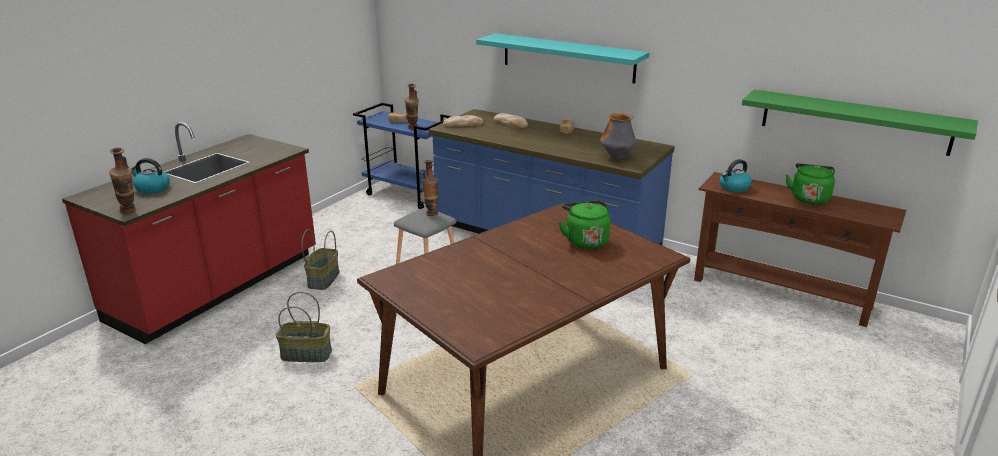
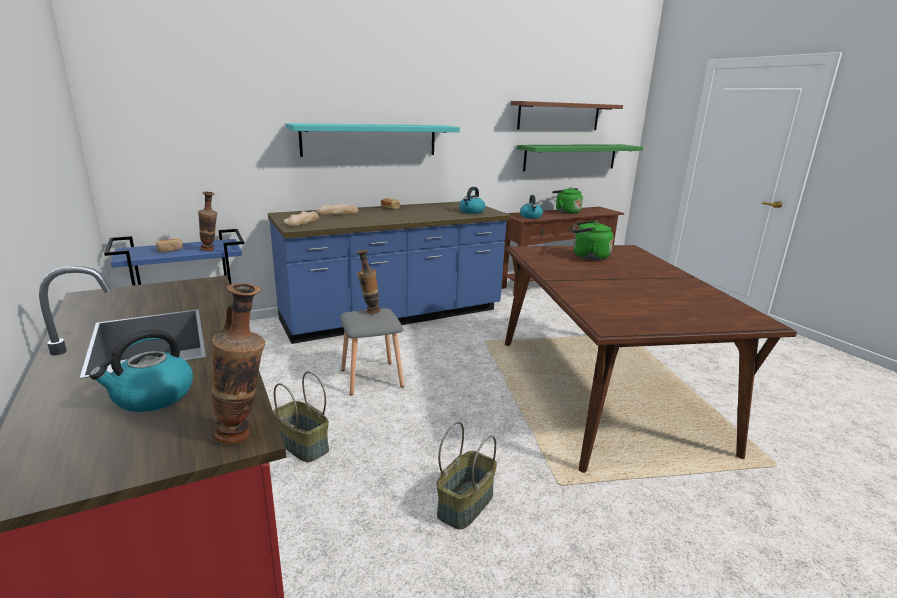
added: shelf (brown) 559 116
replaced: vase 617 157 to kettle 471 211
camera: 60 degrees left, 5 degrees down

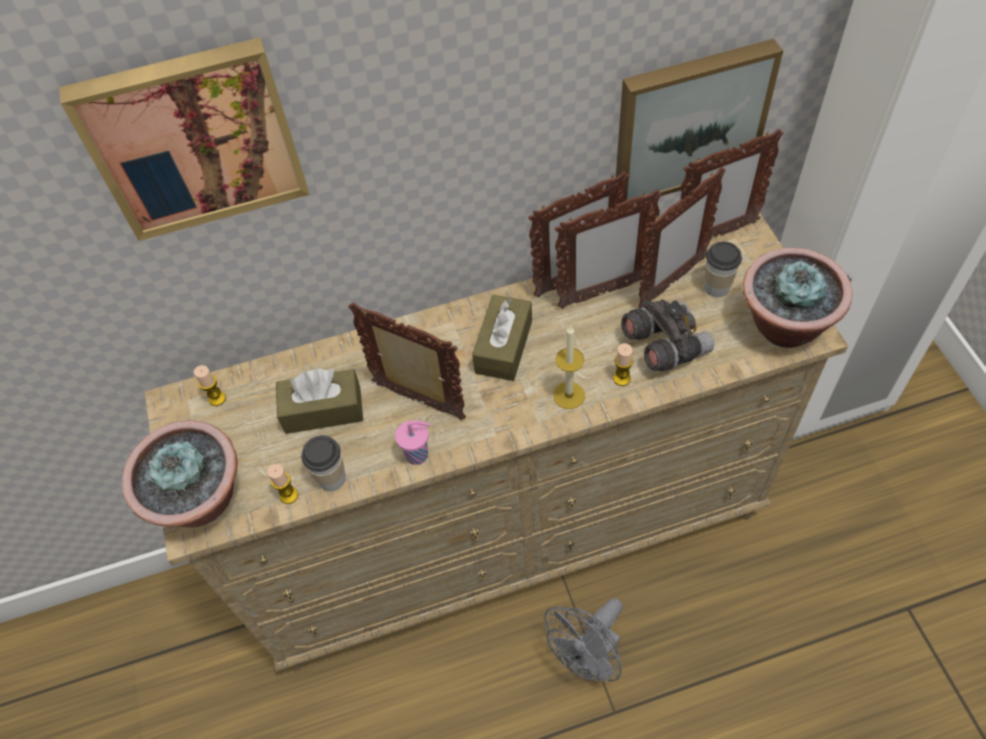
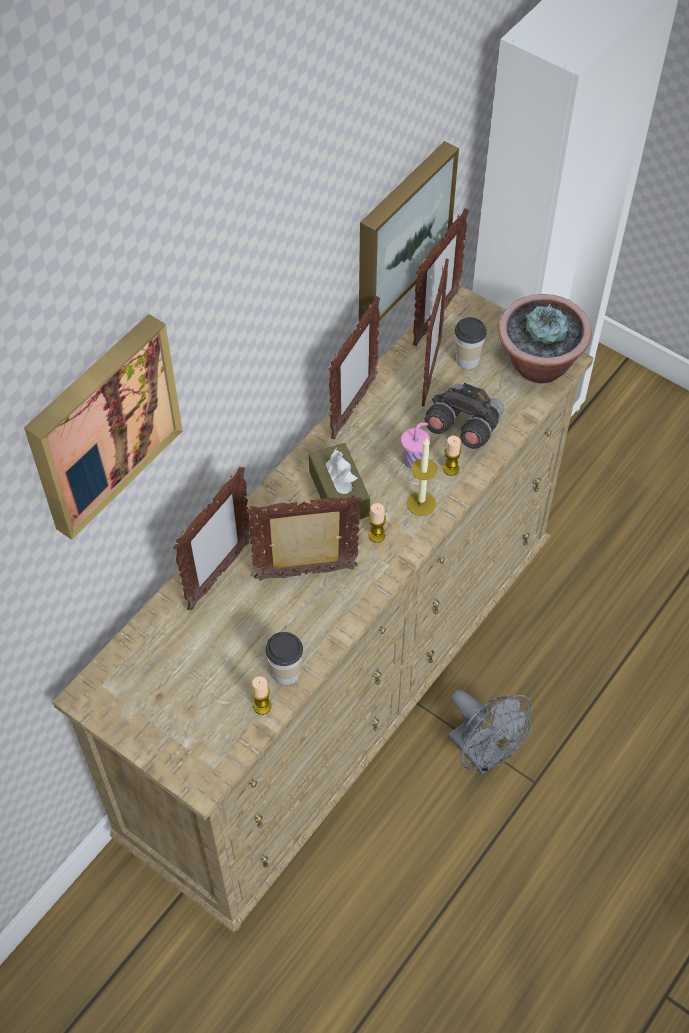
removed: potted plant 201 501; tissue box (brown) 323 410
moved: candle 217 398 to 376 535; cup (pink) 418 455 to 414 461; picture frame 602 293 to 219 575
turned: fan (grey) 587 657 = 483 753 45 degrees counterclockwise
camera: 40 degrees left, 0 degrees up

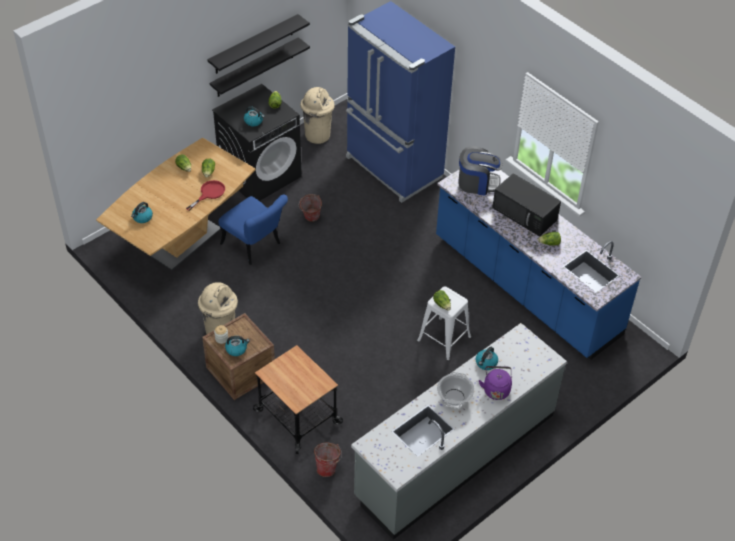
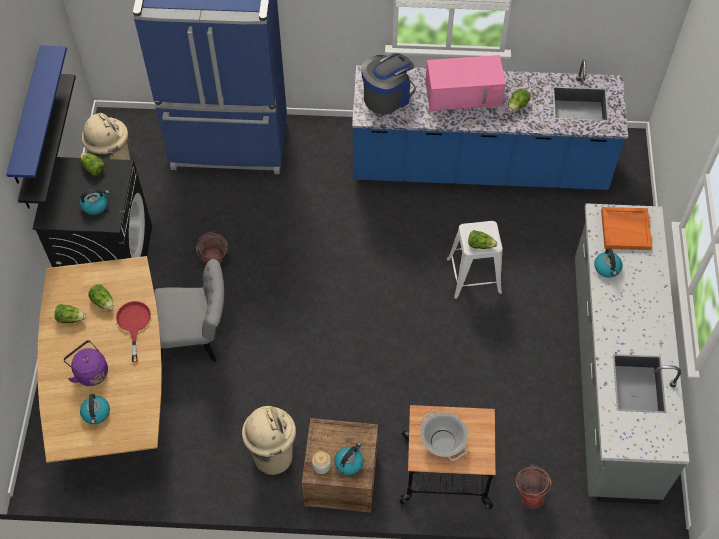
added: tray (orange) 626 229
moved: cooking pot 454 397 to 442 441; kettle (purple) 496 389 to 90 372
recoloured: shelf (black) 254 44 to shelf (blue) 27 117; chair (blue) 255 246 to chair (grey) 196 337; microwave (black) 525 214 to microwave (pink) 464 93
camera: 45 degrees left, 10 degrees up

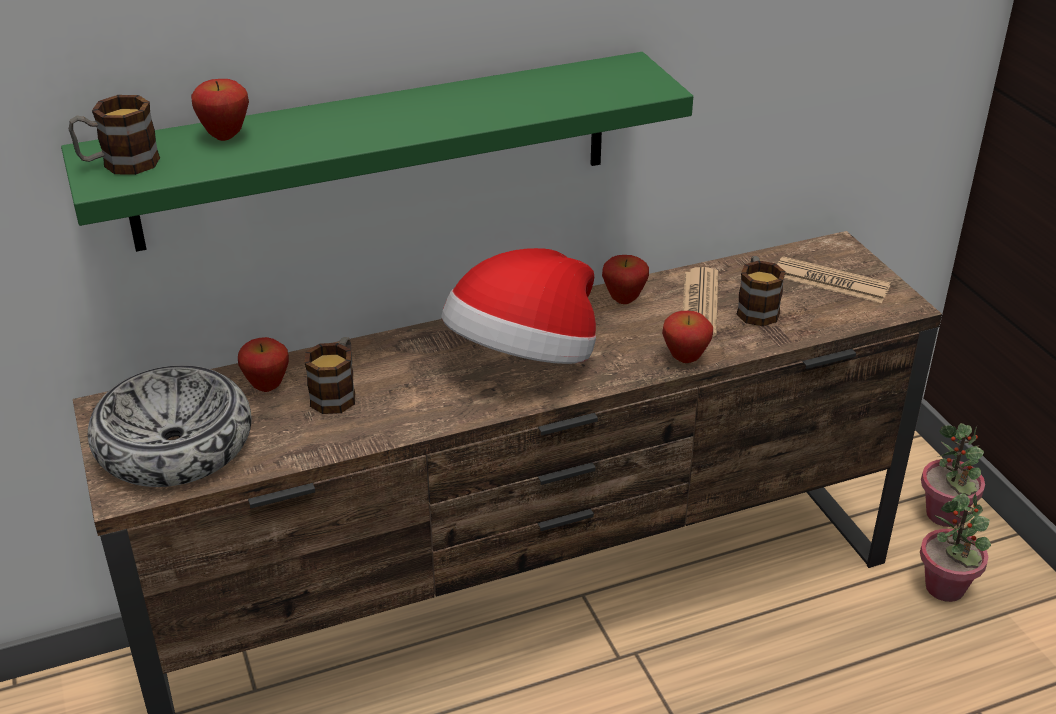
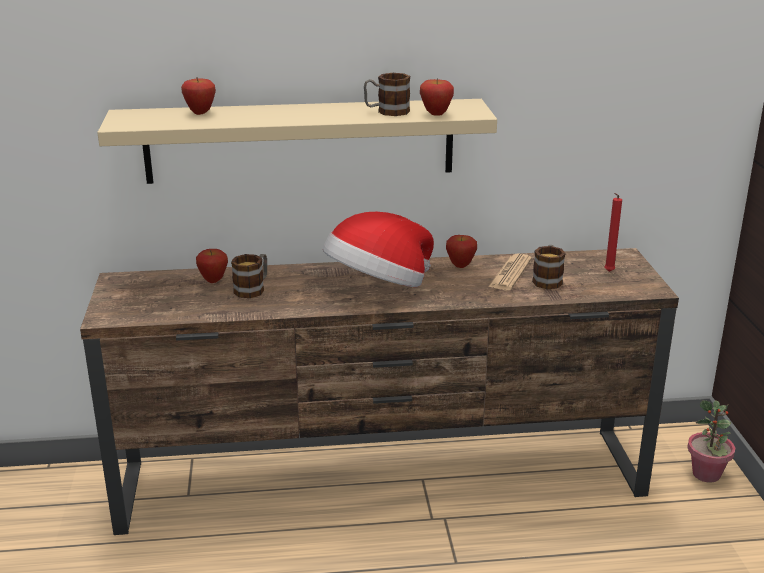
removed: bowl 174 445; potted plant 945 588
moved: mug 119 164 to 387 111; apple 685 359 to 436 114
replaced: newspaper 830 281 to candle (red) 608 272
recoloured: shelf (green) 375 150 to shelf (beige) 300 141
camera: 15 degrees right, 10 degrees down

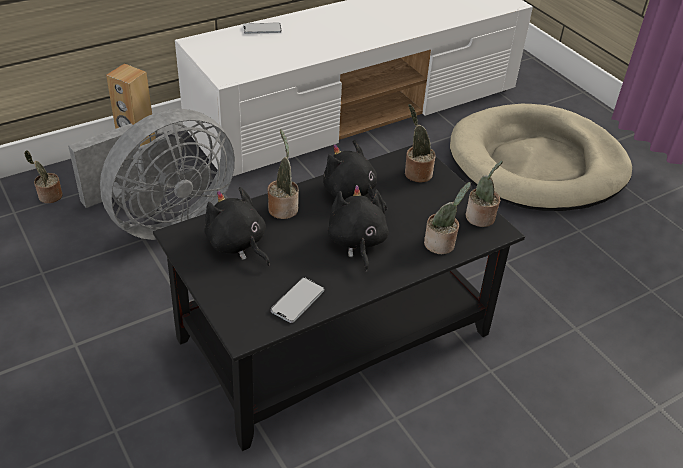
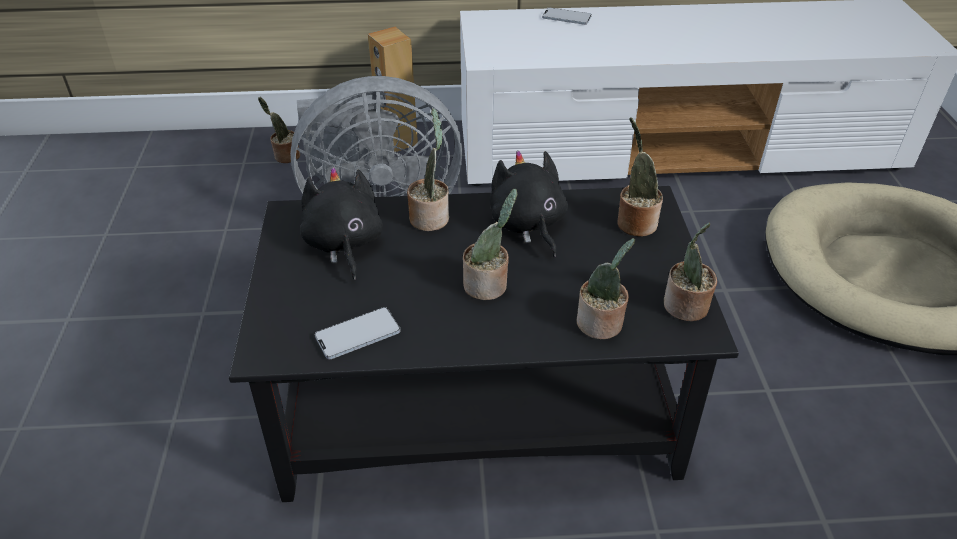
replaced: plush toy (black) 356 242 to potted plant 488 286
camera: 30 degrees right, 0 degrees up

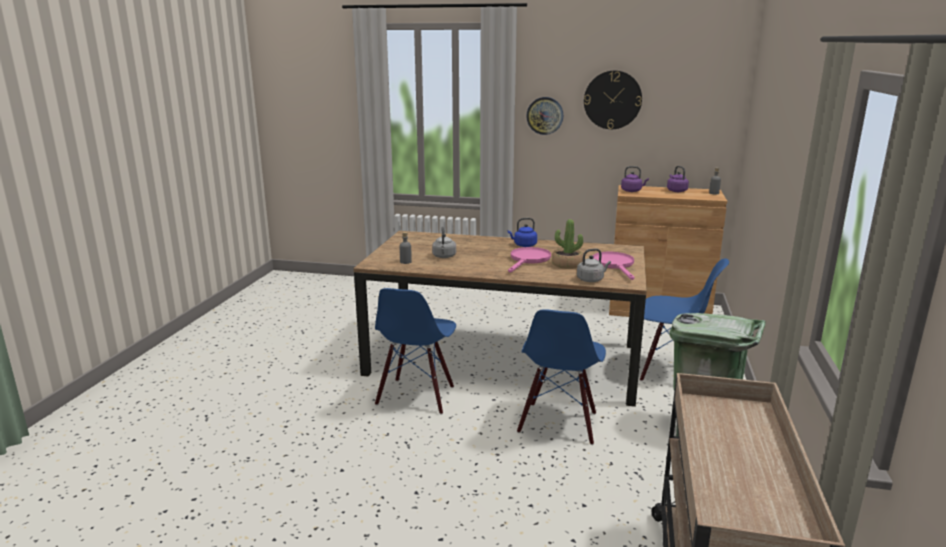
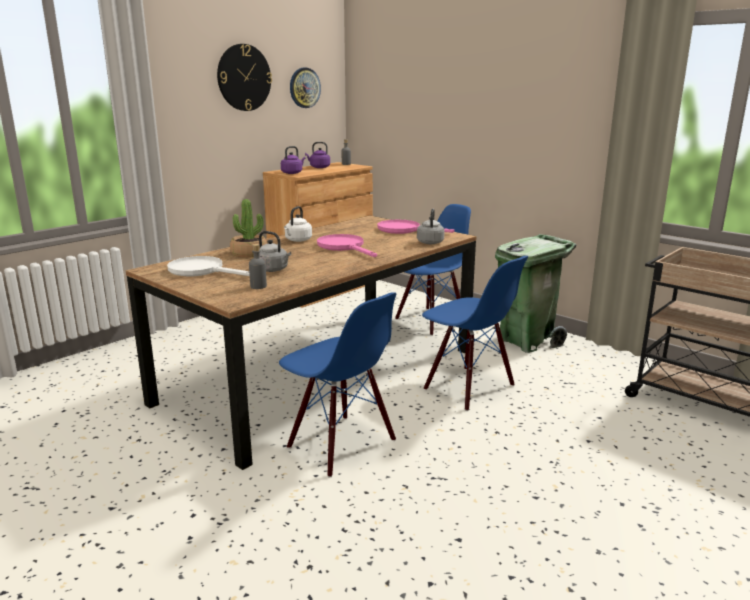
added: frying pan (white) 202 271
moved: wall clock 545 115 to 304 88; potted plant 566 264 to 249 253
recoloured: kettle (blue) 524 245 to kettle (white) 297 240
camera: 60 degrees left, 0 degrees up

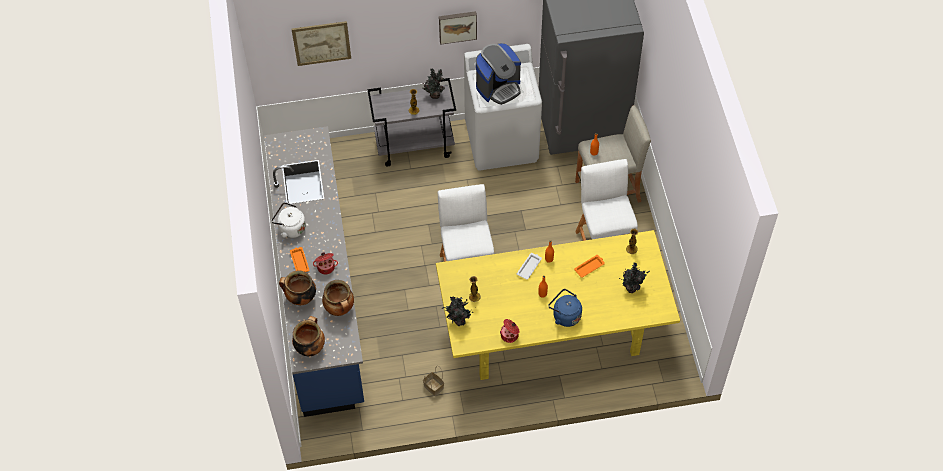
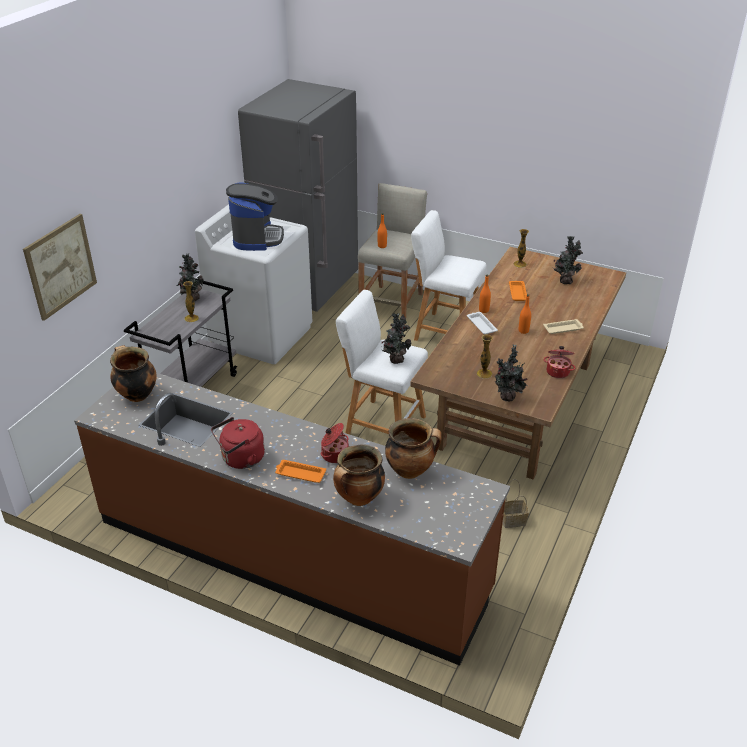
removed: picture 457 26
added: potted plant 395 359
moved: cooking pot 310 347 to 136 394
replaced: kettle (blue) 565 315 to tray (beige) 563 329
recoloured: counter (blue) 320 292 to counter (brown) 291 555; kettle (white) 290 228 to kettle (red) 240 459; dining table (yellow) 553 332 to dining table (brown) 517 403
camera: 55 degrees left, 20 degrees down

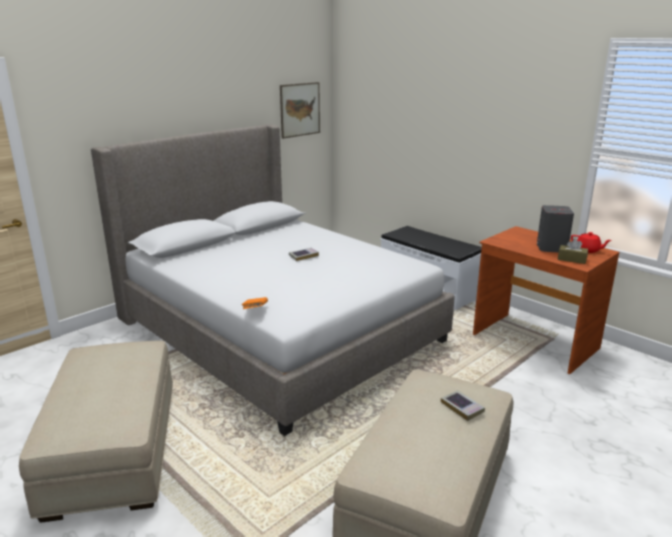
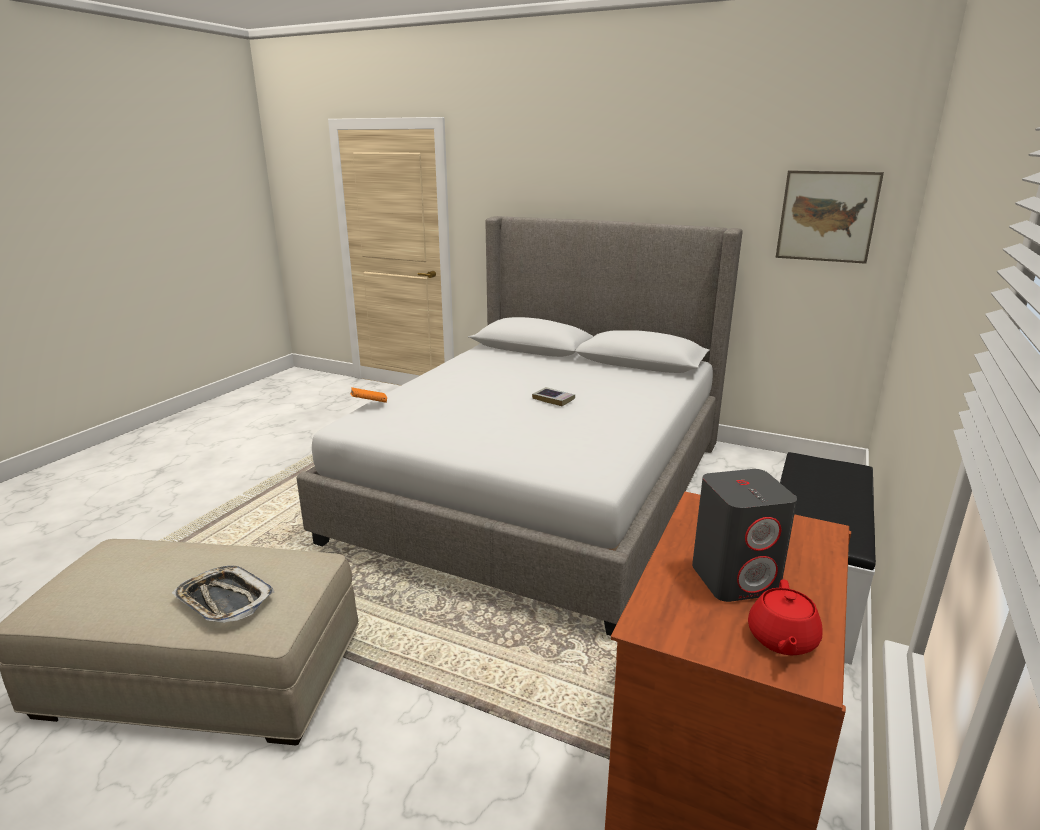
removed: ottoman (beige) 113 448; tissue box (brown) 571 259
replaced: book 462 407 to tray 224 600
camera: 70 degrees right, 0 degrees up

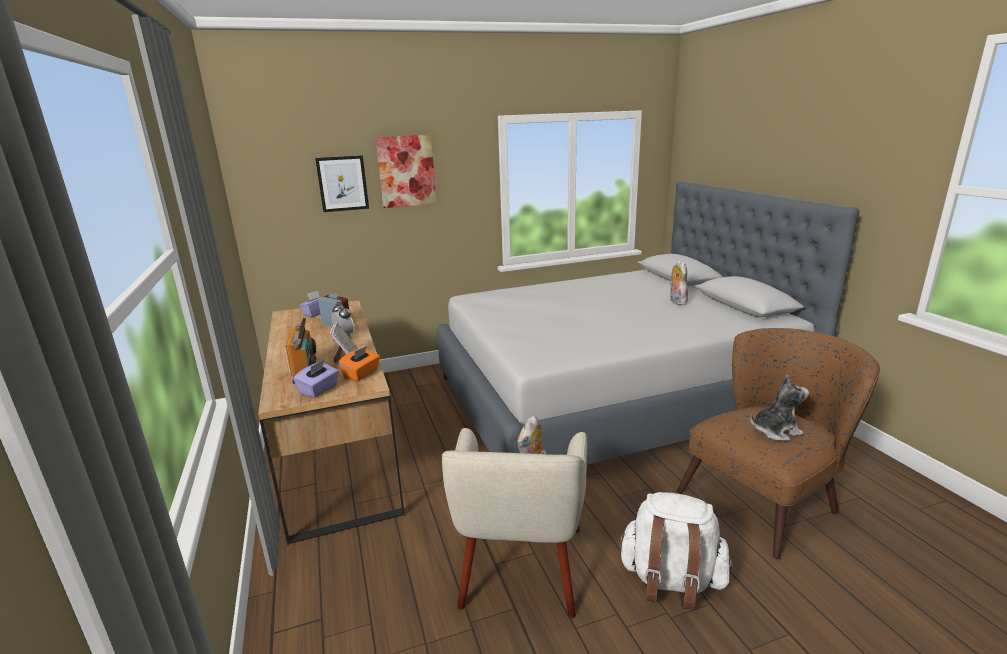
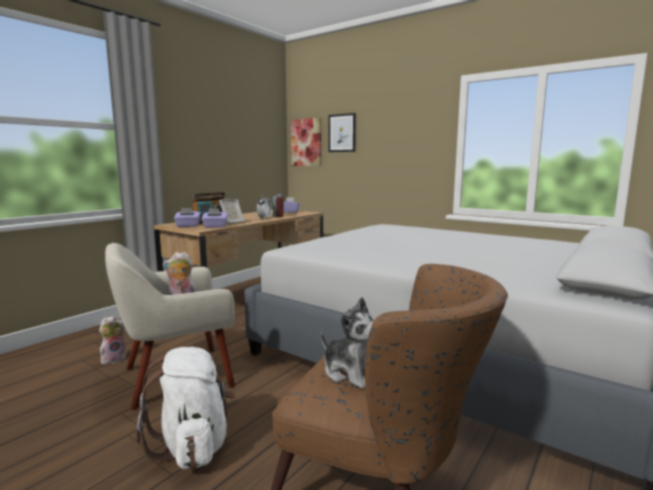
moved: picture 406 171 to 306 142; plush toy 676 301 to 114 359
recoloured: tissue box (orange) 361 374 to tissue box (purple) 215 226
camera: 55 degrees right, 10 degrees down

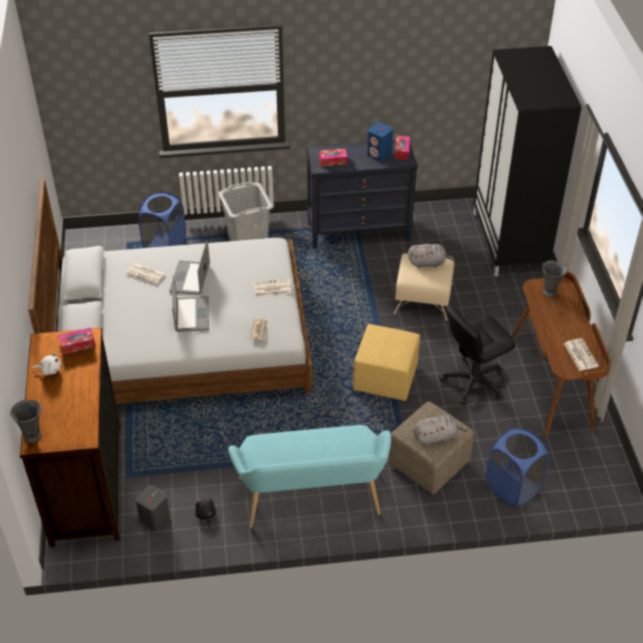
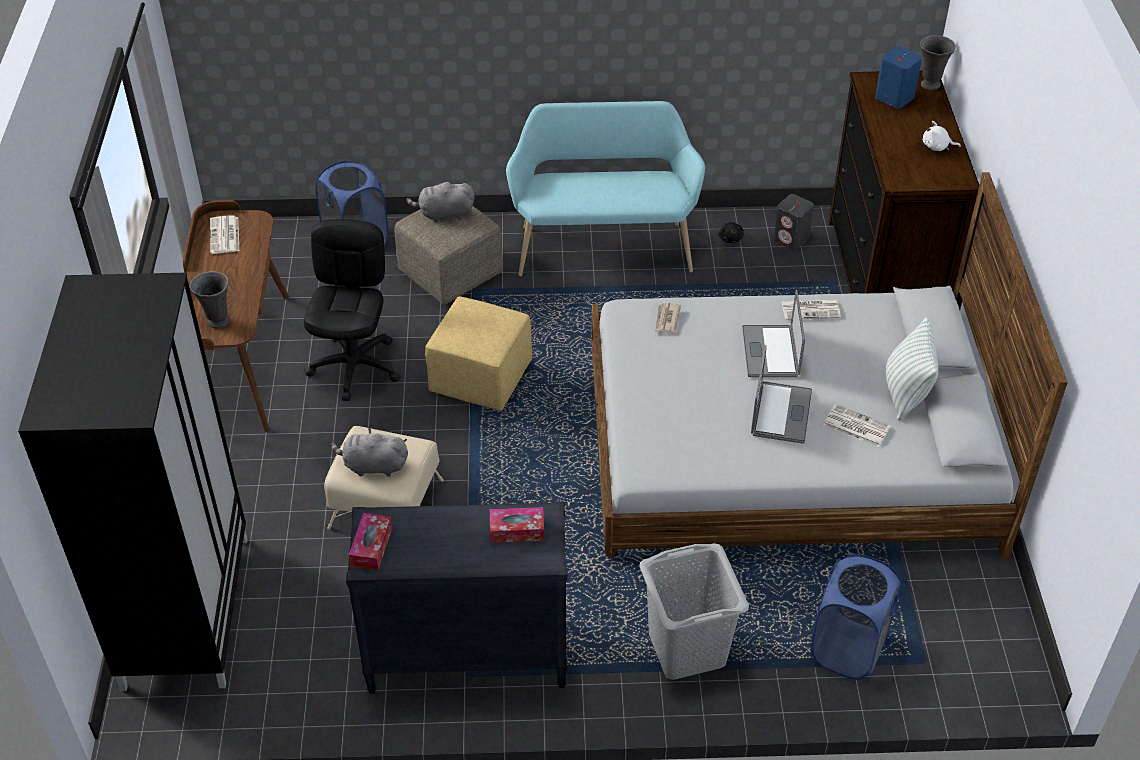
removed: tissue box 77 344
added: pillow 905 393
moved: newspaper 271 288 to 811 309; speaker (blue) 379 154 to 894 97
turned: office chair (black) 473 382 = 355 366 60 degrees counterclockwise
camera: 175 degrees left, 0 degrees up

